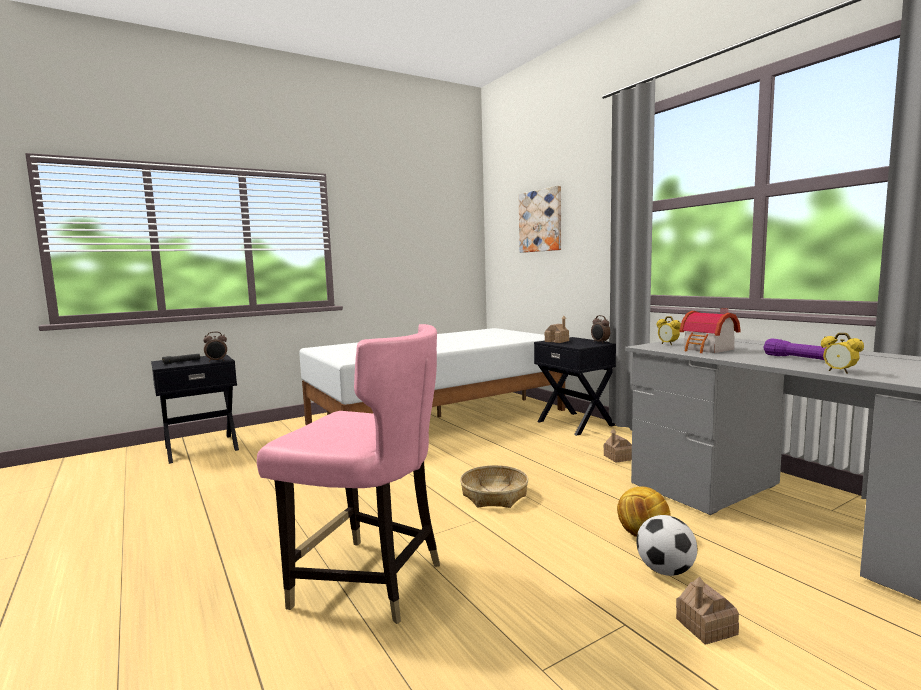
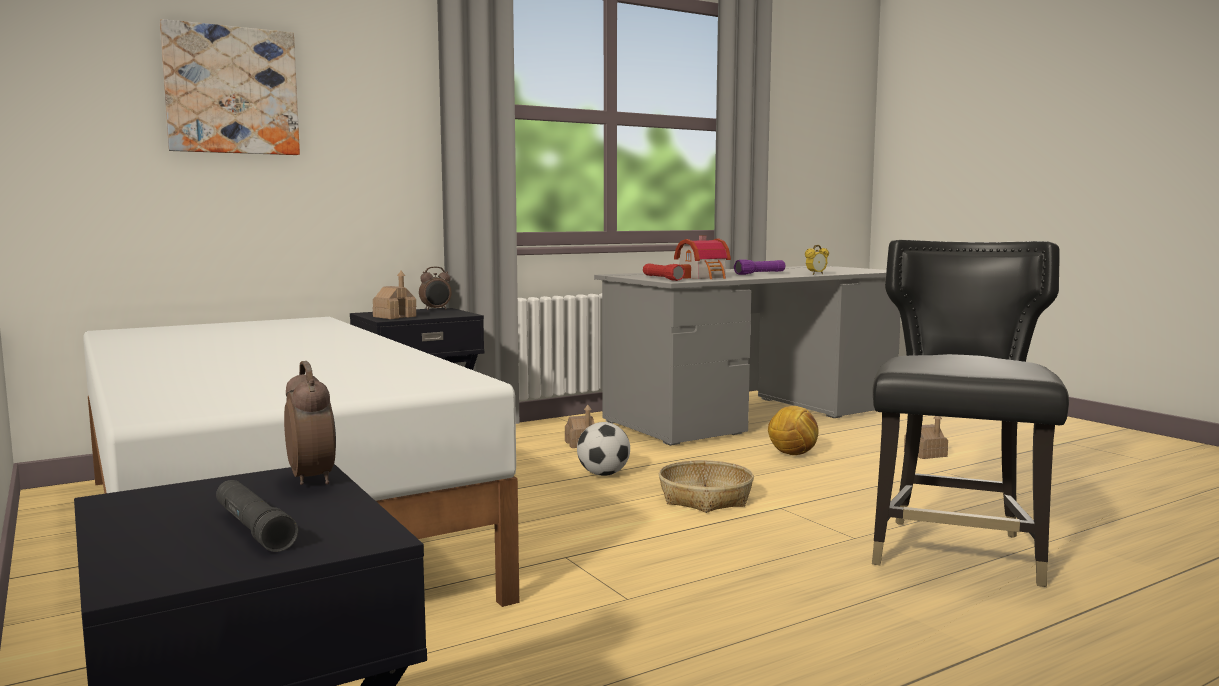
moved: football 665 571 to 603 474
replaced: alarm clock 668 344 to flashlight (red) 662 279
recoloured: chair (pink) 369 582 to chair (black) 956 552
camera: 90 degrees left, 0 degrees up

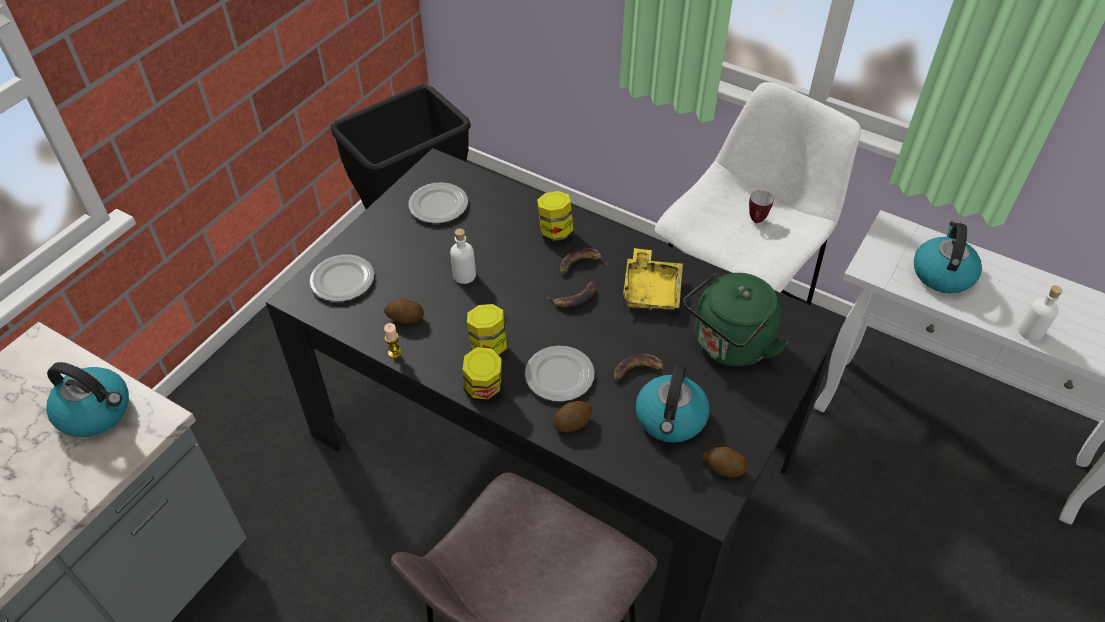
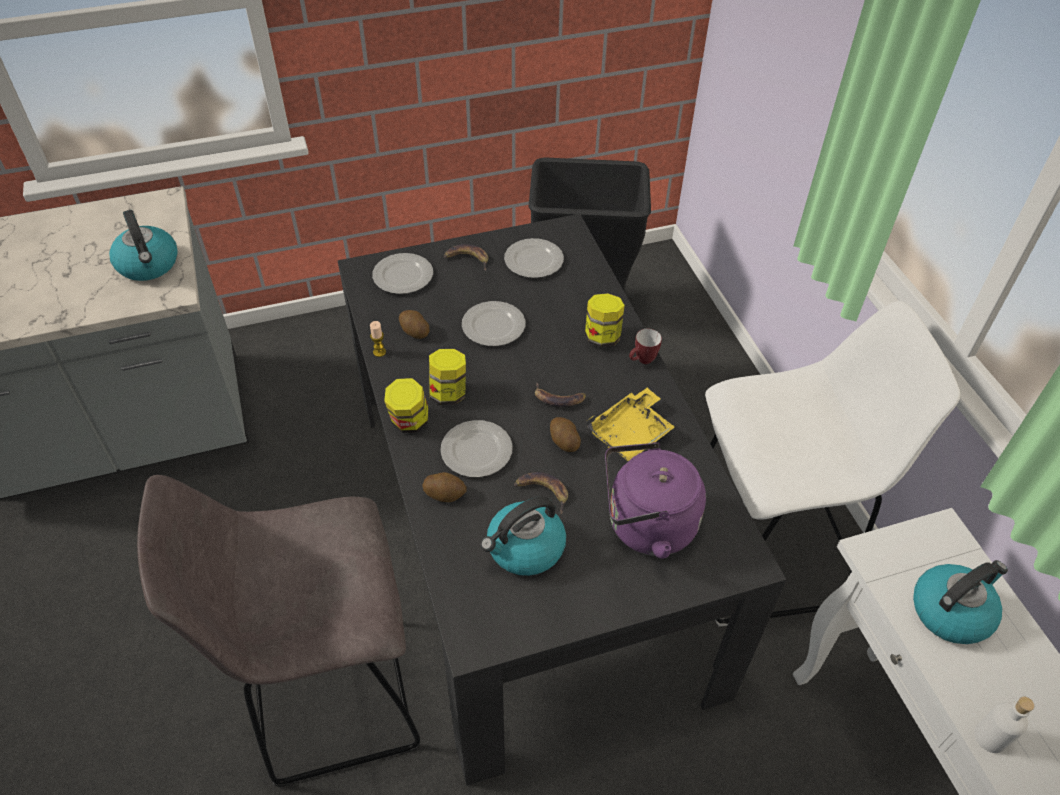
moved: banana 580 264 to 467 259; potato 723 468 to 564 441; mug 757 221 to 642 361
replaced: bottle (white) 464 275 to plate 492 326
recoloured: kettle (green) 729 346 to kettle (purple) 645 526
camera: 40 degrees right, 0 degrees up

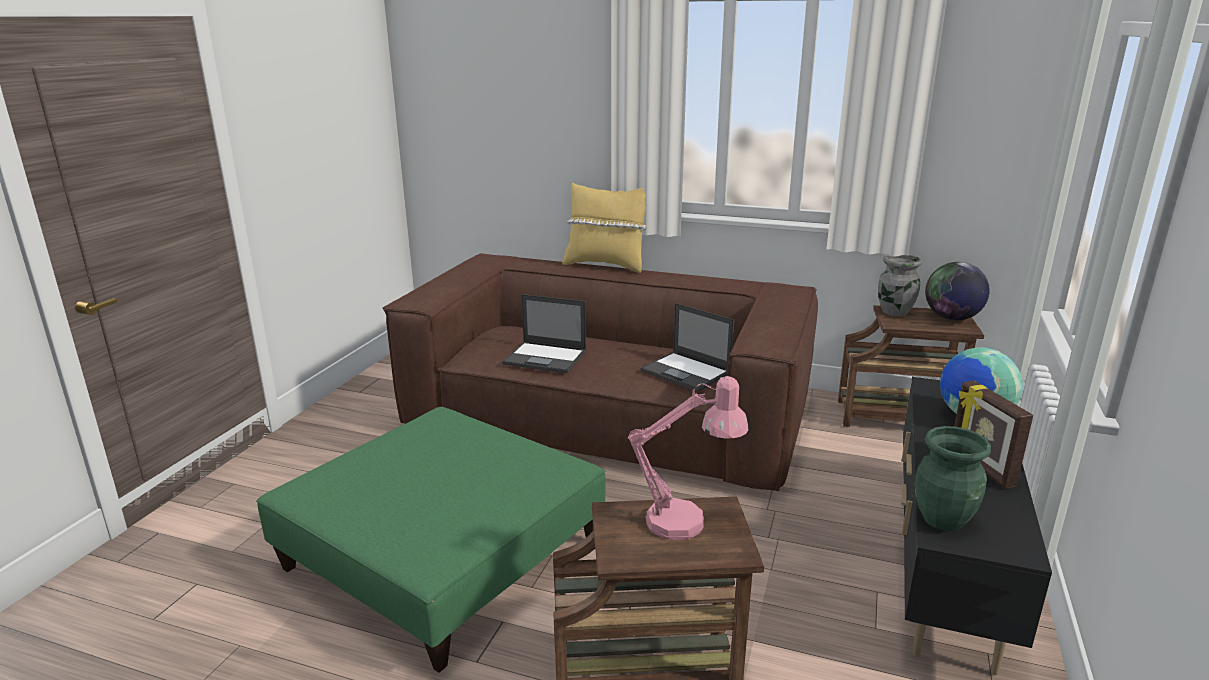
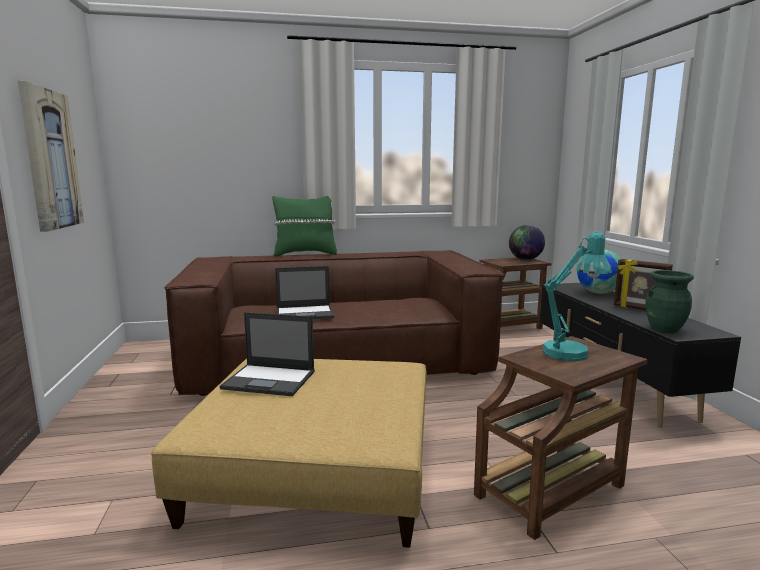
removed: vase (grey) 894 312
added: picture 50 159
moved: laptop 687 372 to 270 380
recoloured: ottoman (green) 443 554 to ottoman (beige) 315 469; pillow (yellow) 605 265 to pillow (green) 305 254; table lamp (pink) 688 522 to table lamp (turquoise) 571 351
camera: 30 degrees left, 10 degrees down

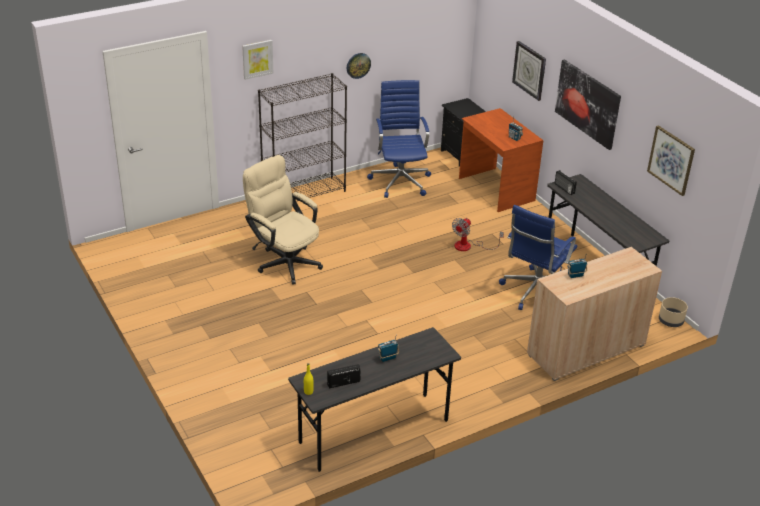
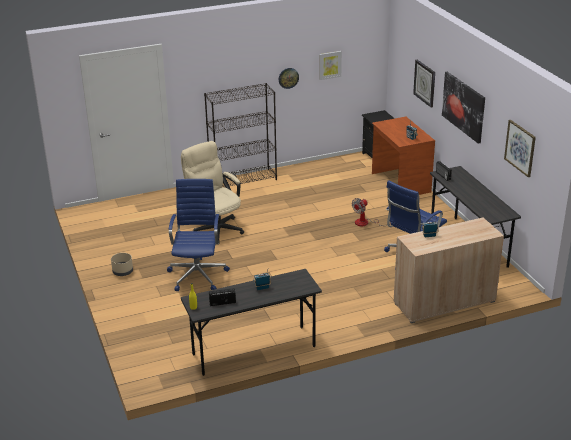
moved: picture 257 59 to 330 65; office chair (blue) 400 181 to 198 274; planter (beige) 671 321 to 123 272
camera: 10 degrees right, 5 degrees down

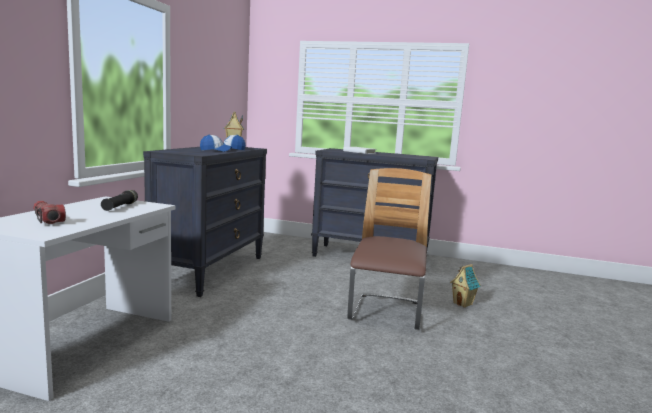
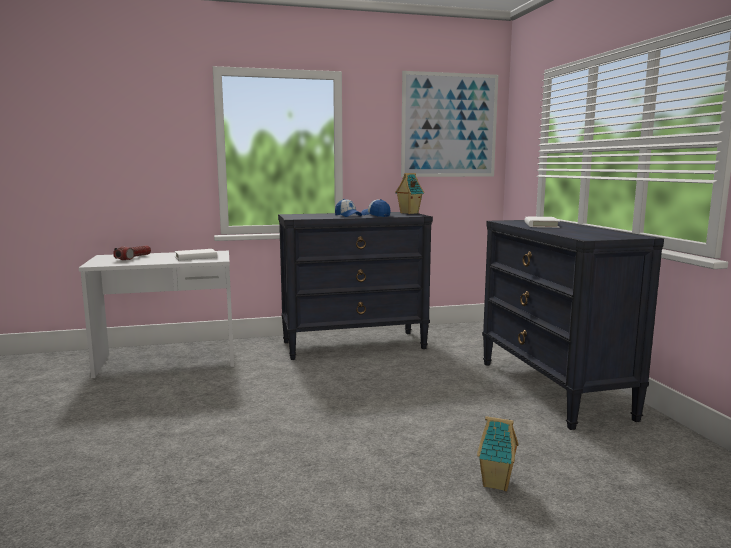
removed: chair 386 313
added: picture 449 125
replaced: flashlight (black) 120 207 to book (white) 196 257
camera: 60 degrees right, 0 degrees up

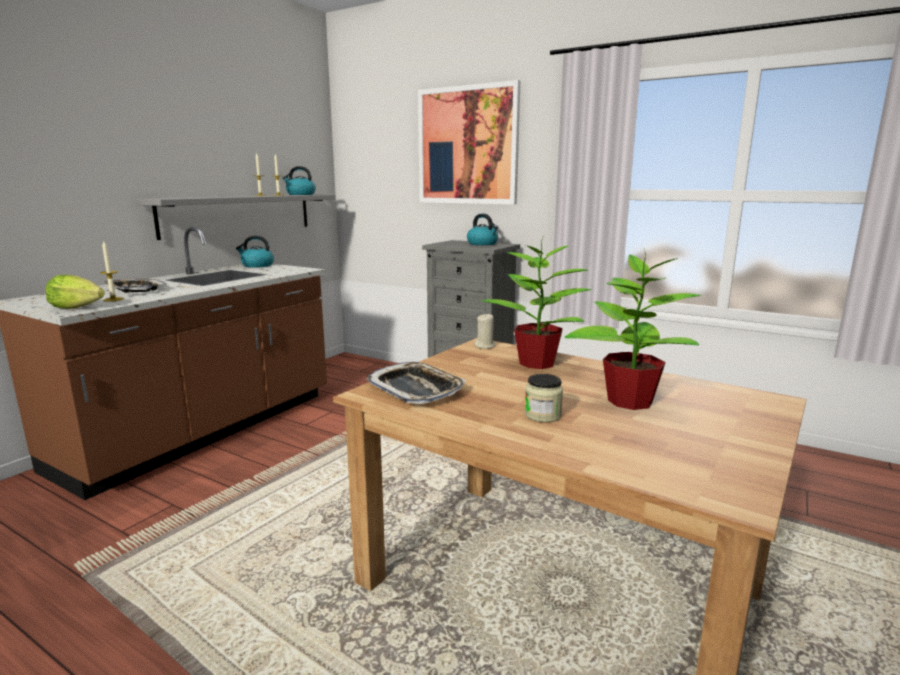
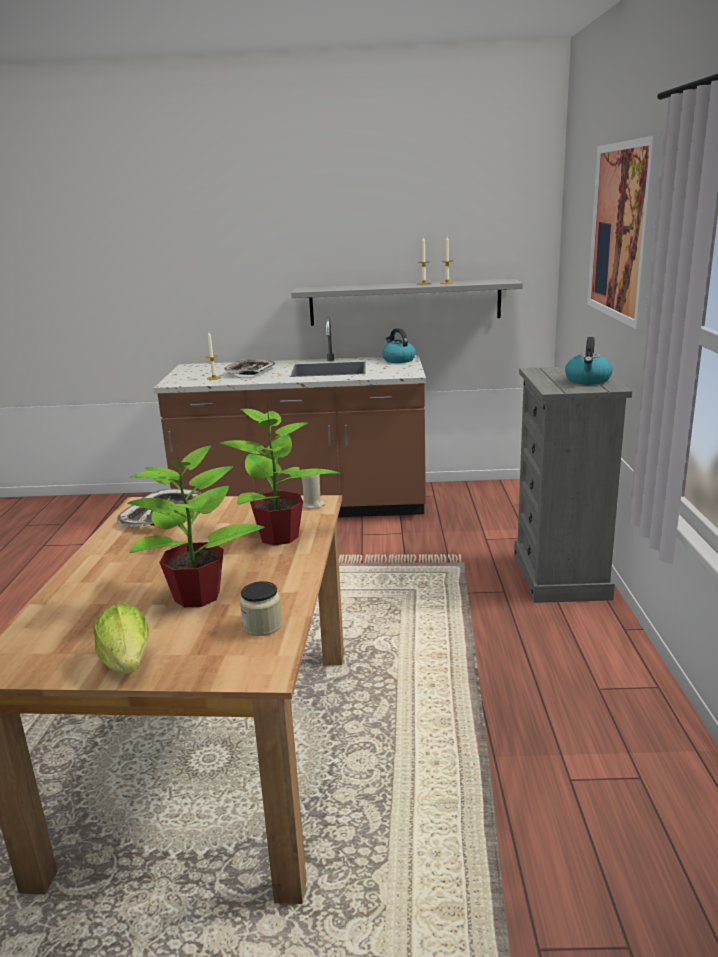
removed: kettle 300 194
moved: lettuce 76 308 to 127 662; jar 542 415 to 262 626
camera: 60 degrees right, 5 degrees up

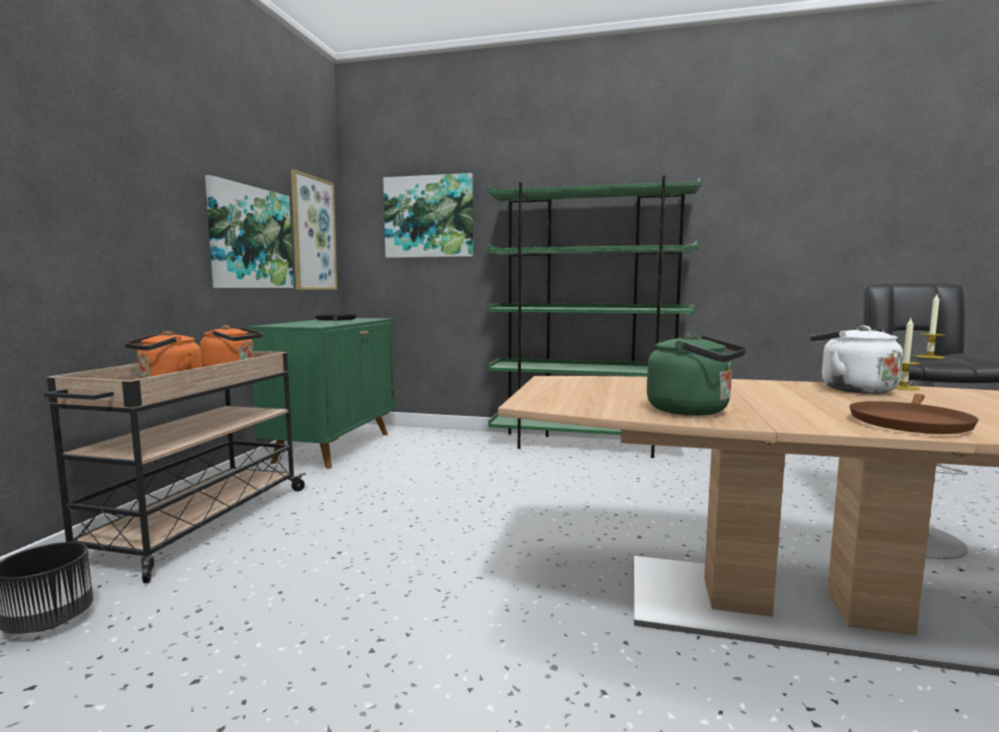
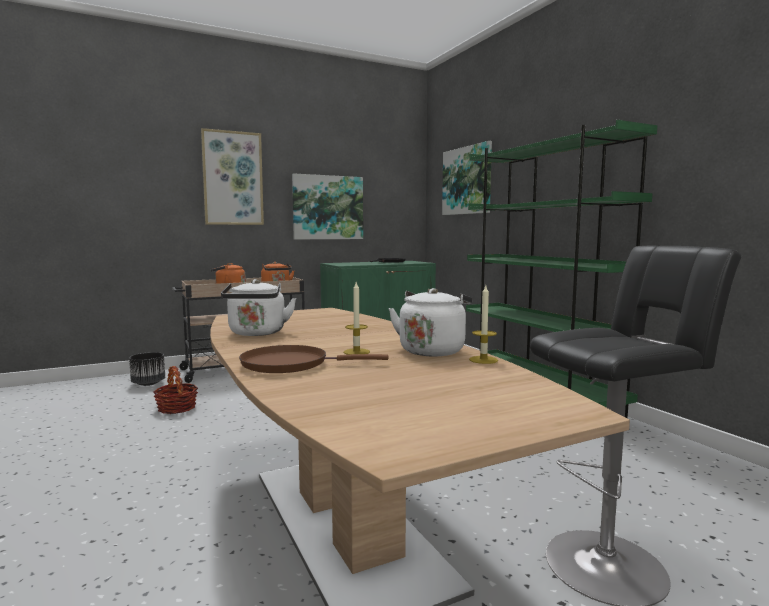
added: basket 176 408
moved: picture 313 234 to 233 178; candle 929 357 to 356 352
recoloured: kettle (green) 693 411 to kettle (white) 257 333
camera: 50 degrees right, 0 degrees up

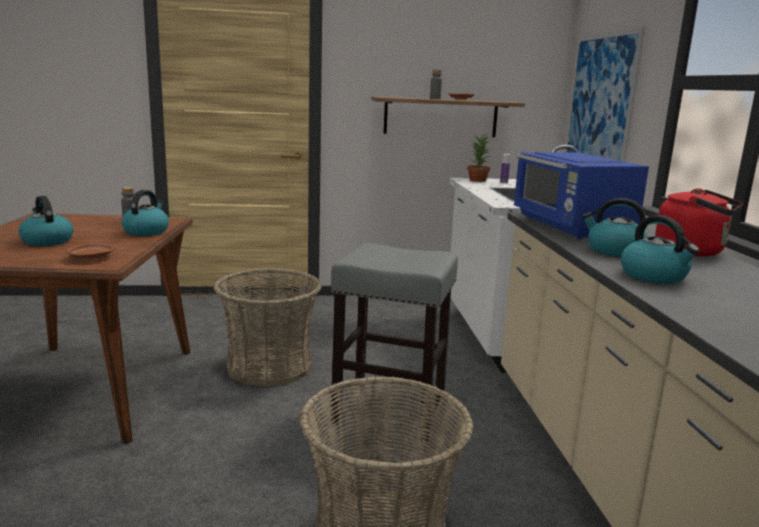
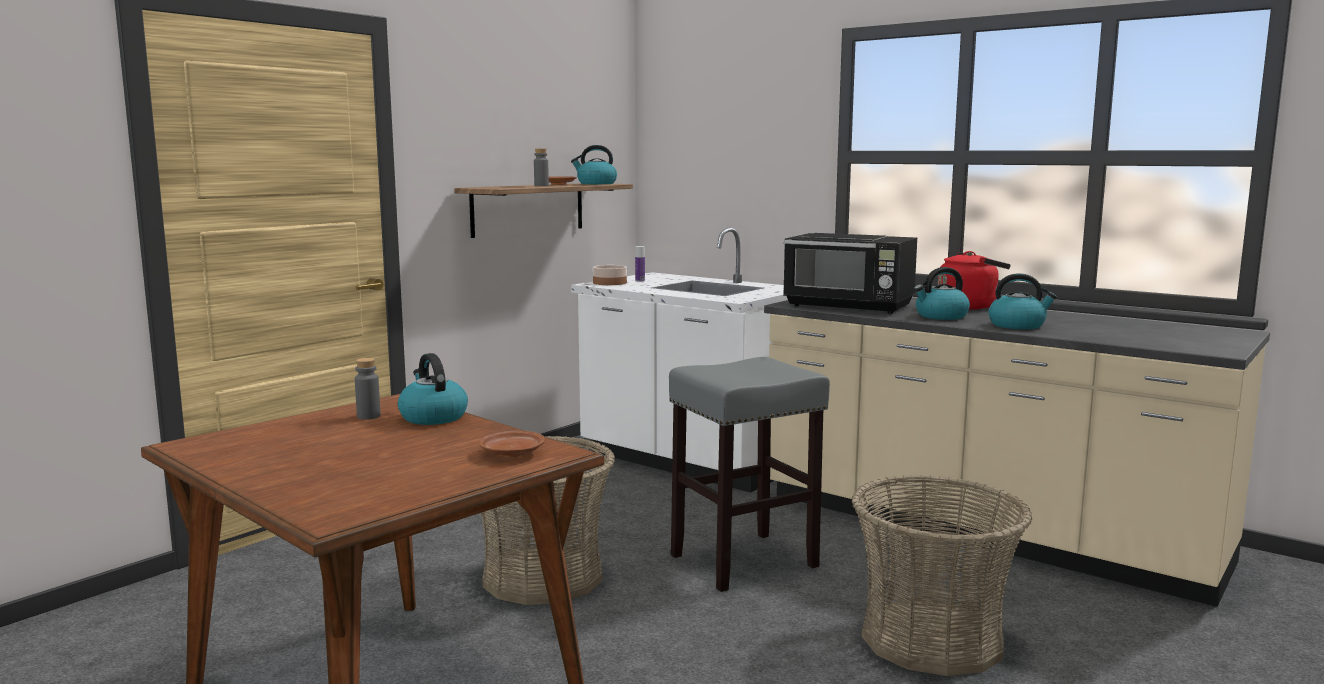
removed: picture 599 103
moved: kettle 47 241 to 596 183
replaced: potted plant 478 180 to bowl 610 283
recoloured: microwave (blue) 570 227 to microwave (black) 849 306
camera: 45 degrees left, 5 degrees down

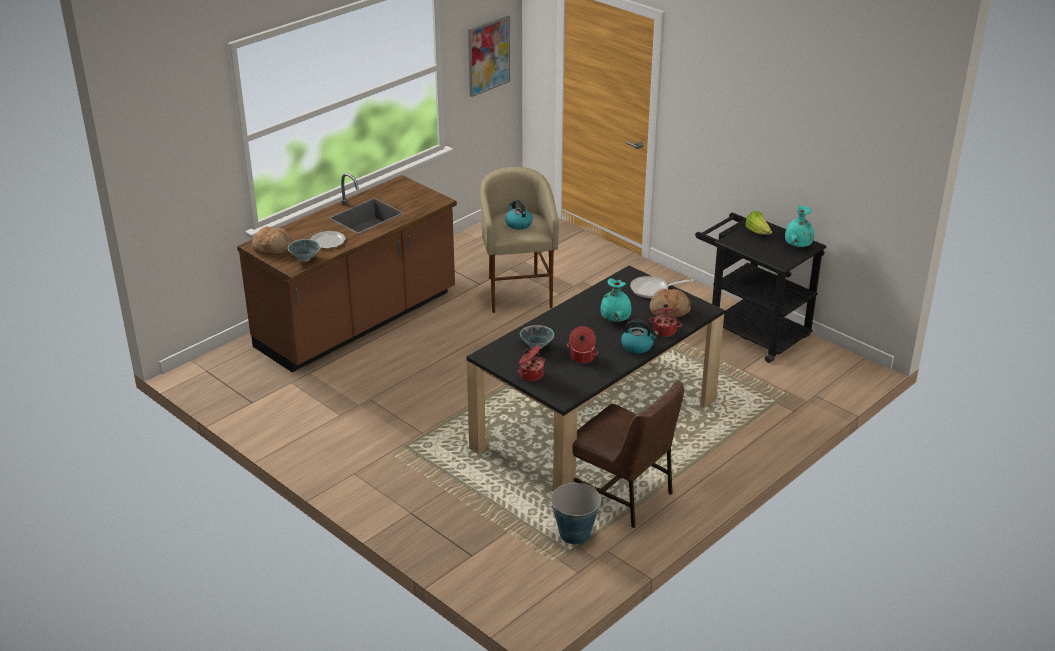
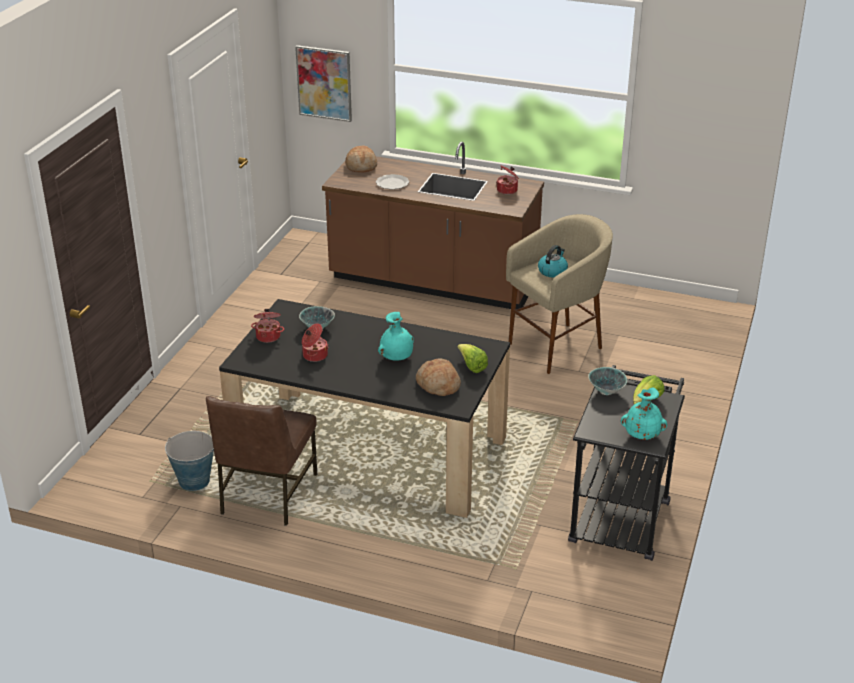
removed: kettle 637 346
moved: bowl 305 258 to 606 391; picture 488 55 to 324 83; cooking pot 665 330 to 507 190
replaced: frying pan 653 290 to lettuce 472 366
camera: 65 degrees right, 0 degrees up

